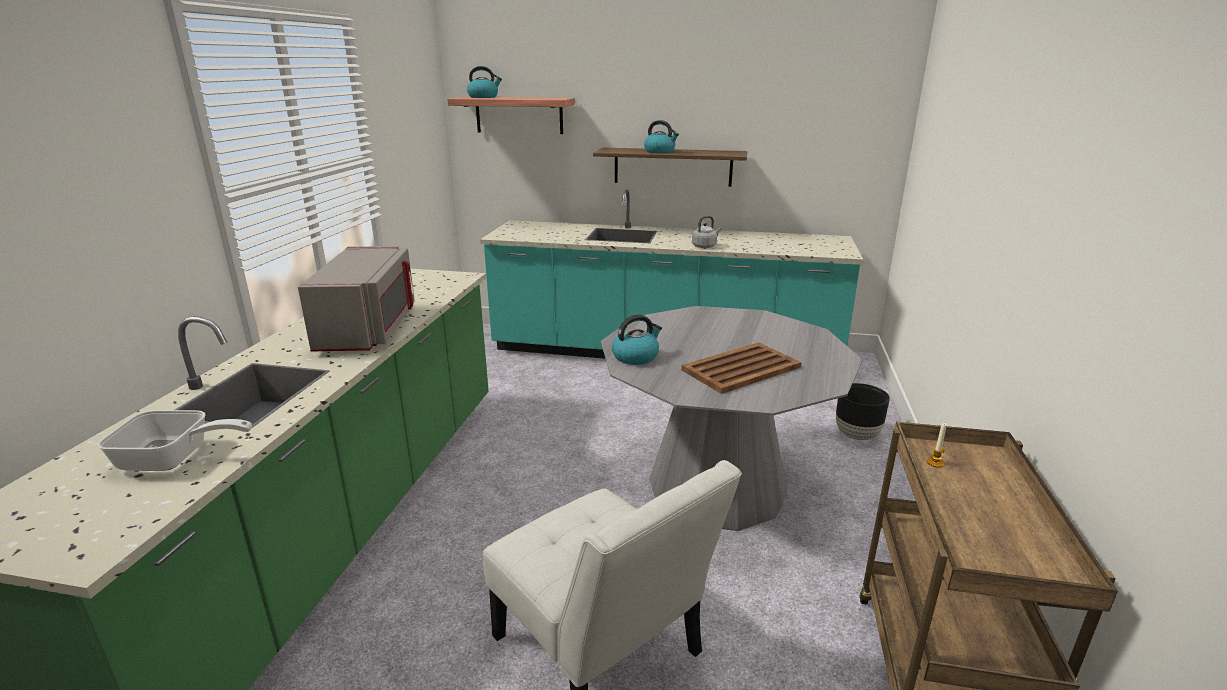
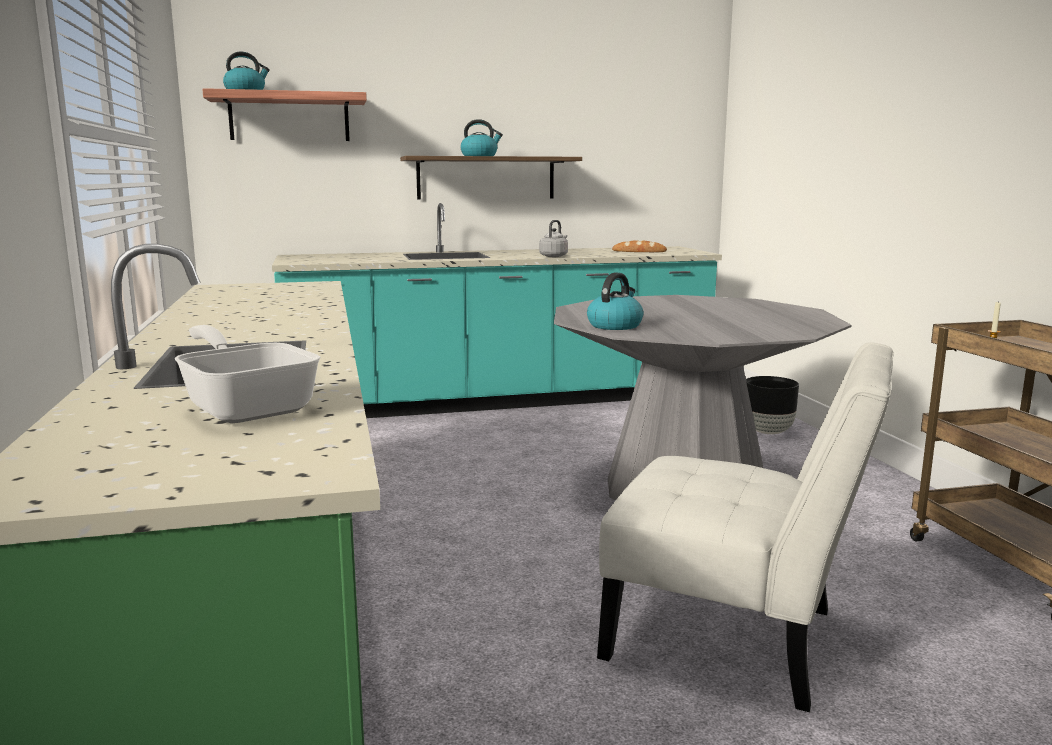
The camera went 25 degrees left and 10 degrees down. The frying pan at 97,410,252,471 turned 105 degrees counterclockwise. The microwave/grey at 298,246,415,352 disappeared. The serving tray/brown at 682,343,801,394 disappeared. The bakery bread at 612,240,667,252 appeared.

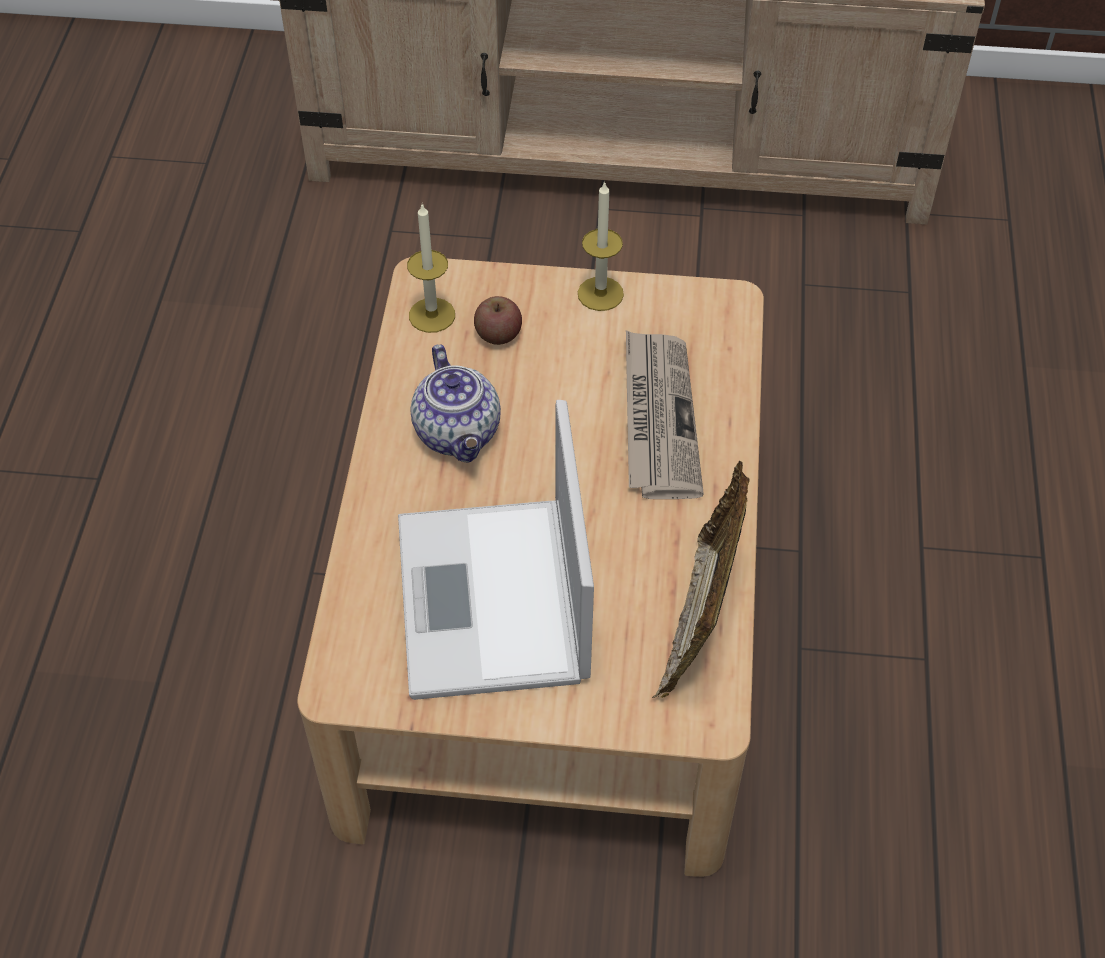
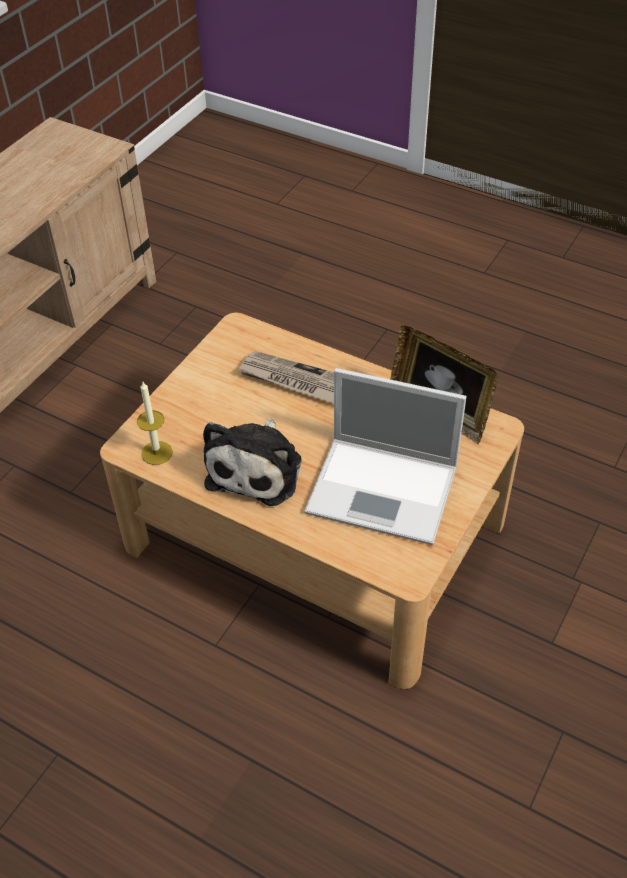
The camera went 65 degrees left and 5 degrees down. The pot for tea at 410,344,501,463 was replaced by the cuddly toy at 203,419,301,506. The whole apple at 474,296,522,345 disappeared. The wax light at 578,181,624,311 disappeared.

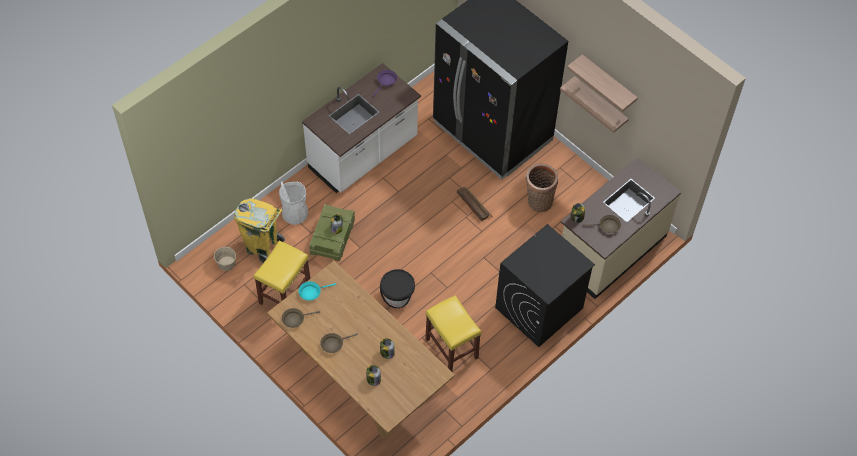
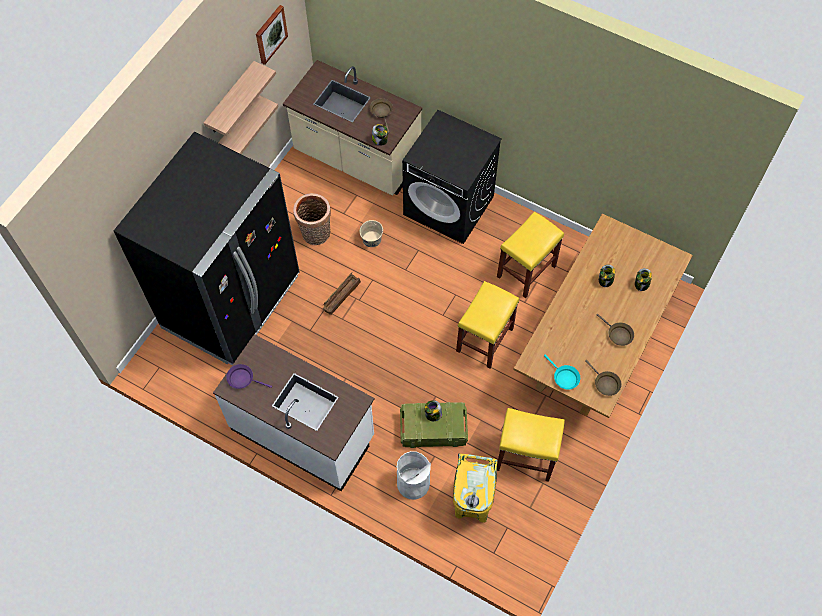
The camera went 105 degrees left and 5 degrees up. The water bucket/sand-coloured moved from 214,247,236,271 to 360,220,383,247. The water bucket/blackish at 380,269,415,308 was replaced by the stool/yellow at 456,281,519,368. The picture at 256,5,288,65 appeared.

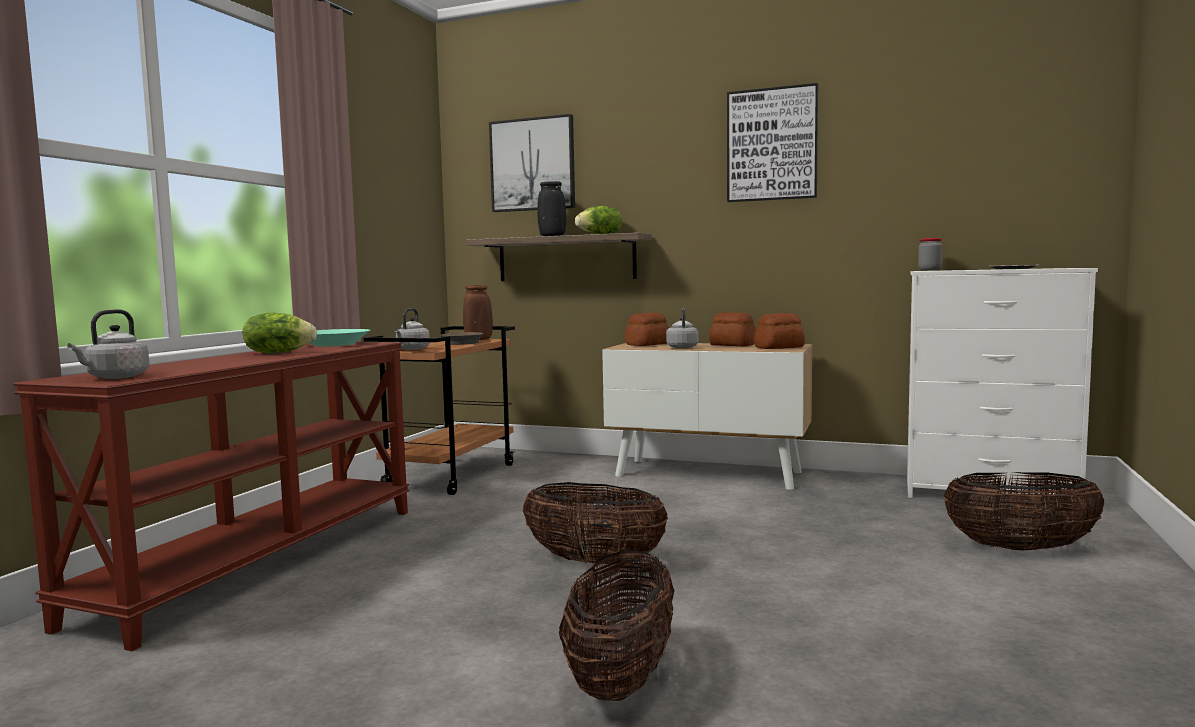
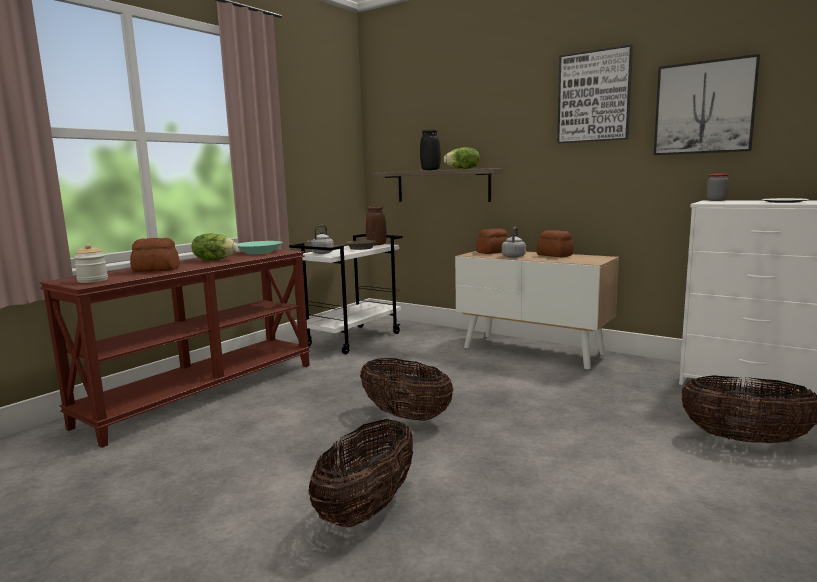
The camera went 15 degrees right and 5 degrees up. The tea kettle/grey at 67,309,150,379 was replaced by the preserve jar at 74,244,108,283. The trolley/brown at 364,326,515,495 became the trolley/white-coloured at 289,234,403,354. The picture moved from 489,114,575,212 to 654,54,760,155. The bakery bread moved from 754,313,805,349 to 130,238,180,272.

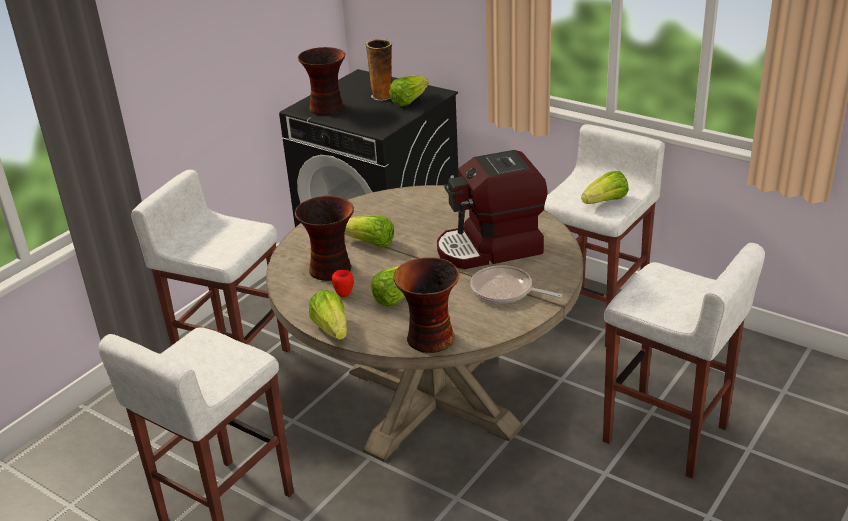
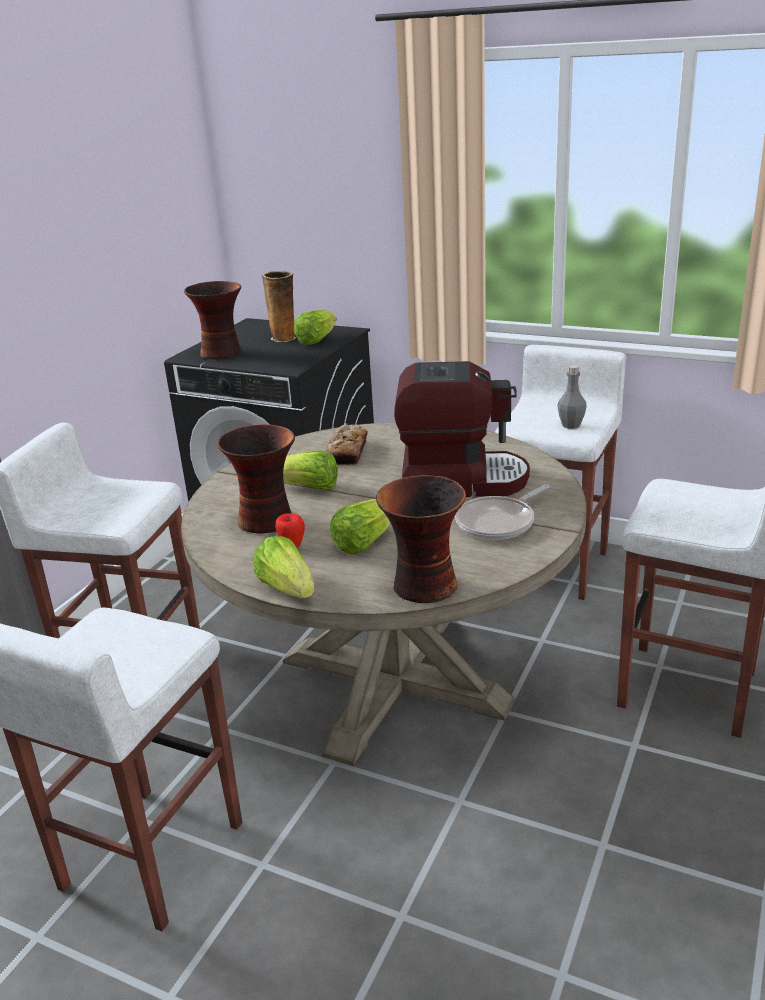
The camera went 10 degrees left and 5 degrees down. The coffee maker at 437,150,547,269 turned 150 degrees counterclockwise. The frying pan at 470,265,562,304 turned 60 degrees counterclockwise. The head of lettuce at 581,171,629,204 was replaced by the drink bottle/grey at 557,365,587,429. The bakery bread at 326,423,368,465 appeared.

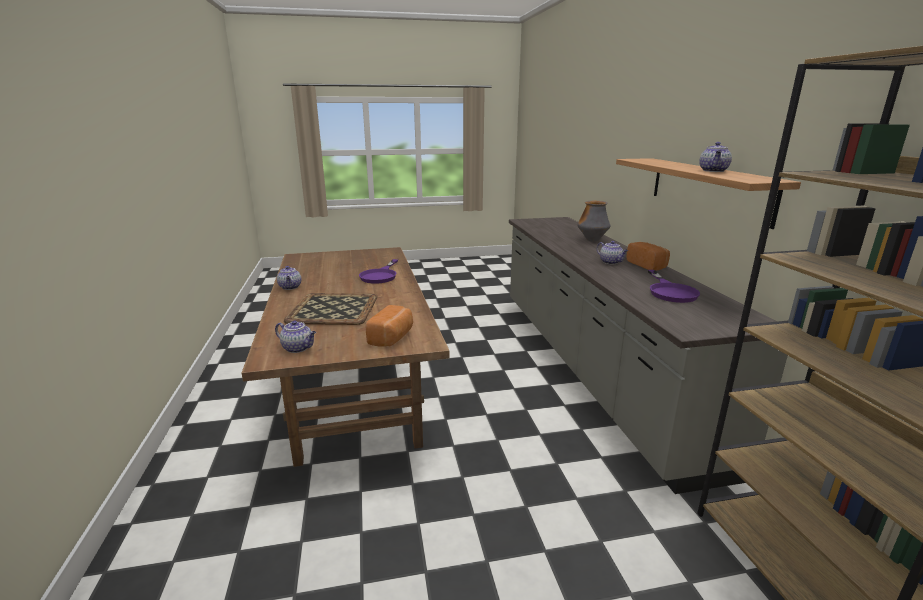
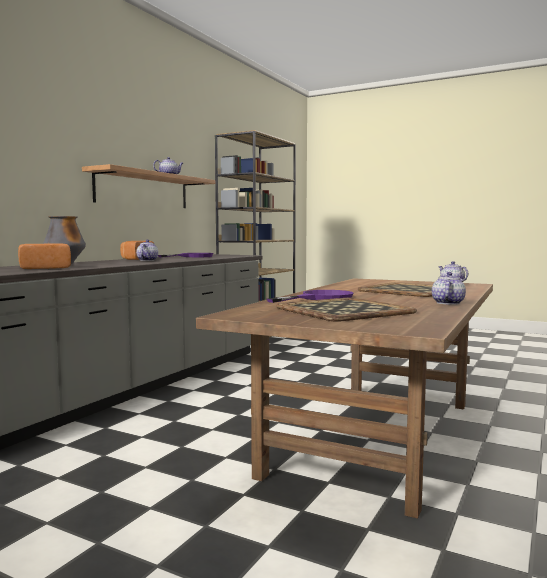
The camera went 140 degrees left and 15 degrees down. The bakery bread moved from 366,305,413,347 to 18,244,71,269. The serving tray at 276,298,417,322 appeared.

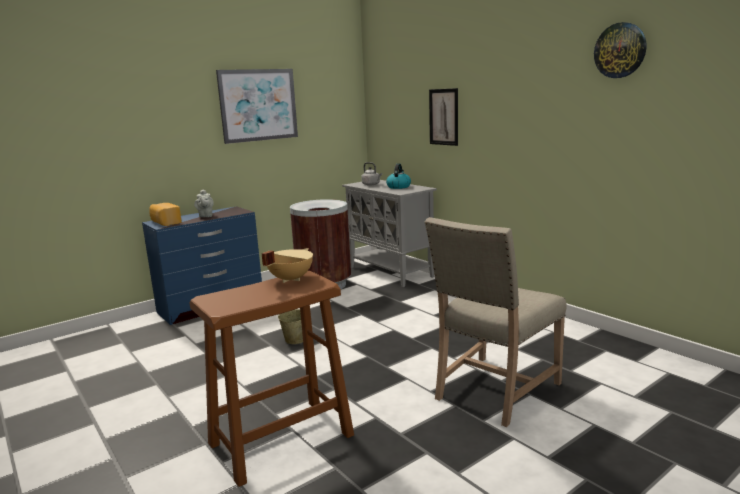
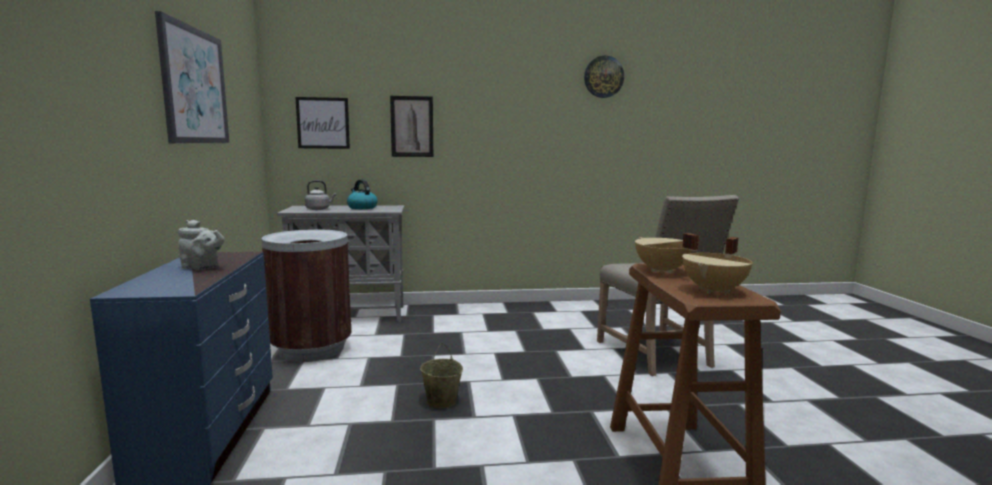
The camera went 60 degrees left and 5 degrees down. The bakery bread at 149,203,182,226 disappeared. The picture at 296,97,350,149 appeared. The saucepot/sand-coloured at 682,237,753,294 appeared.

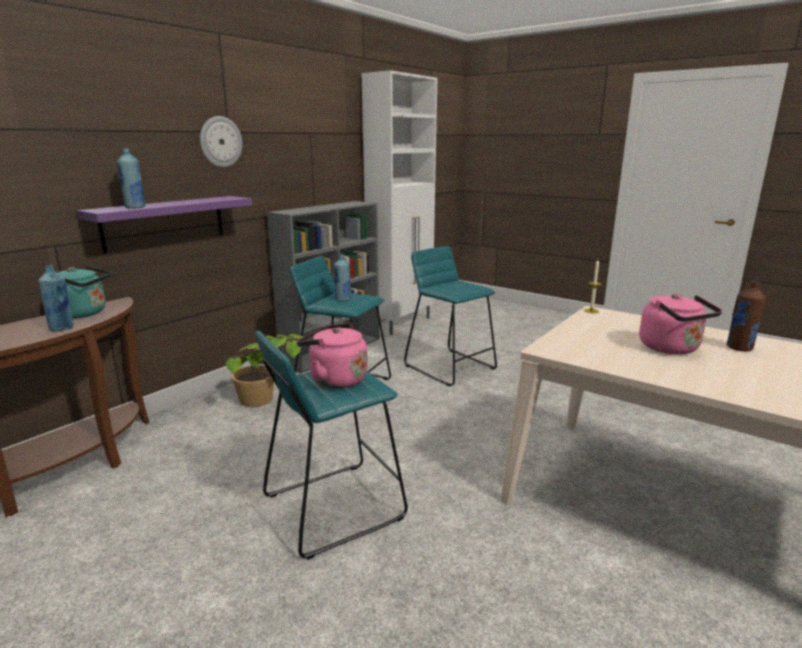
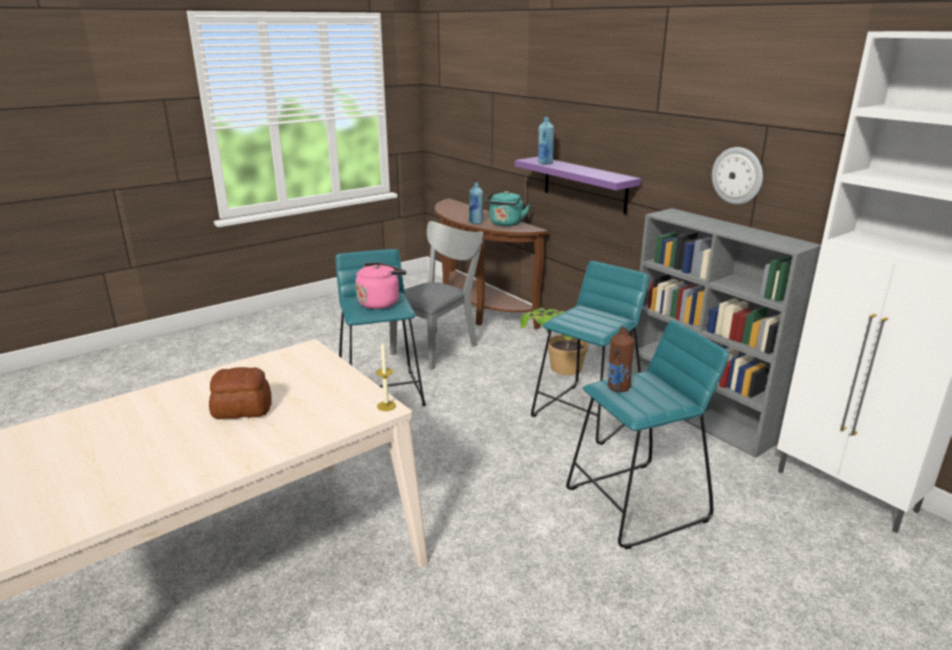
The camera went 105 degrees right and 5 degrees up. The wall clock moved from 200,116,242,167 to 712,147,763,204. The drink bottle/blue at 334,254,351,301 disappeared. The tea kettle/pink-coloured at 639,294,722,354 was replaced by the bakery bread at 209,367,272,419. The drink bottle/brown moved from 726,280,766,352 to 608,326,634,392. The plain chair/grey at 389,221,484,370 appeared.

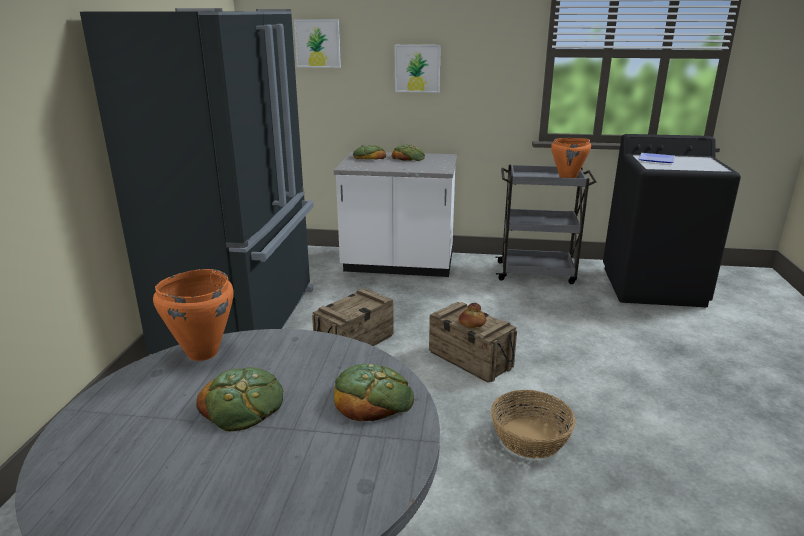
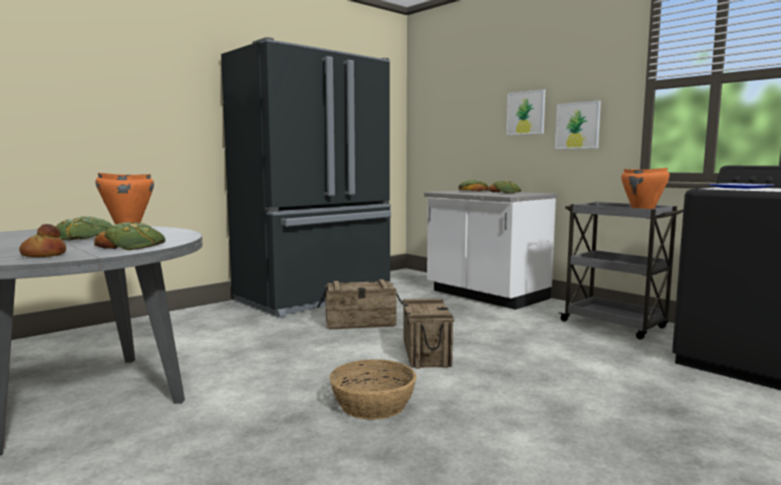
The camera went 40 degrees right and 15 degrees down. The picture moved from 294,20,341,68 to 555,101,601,149. The bakery bread moved from 459,303,486,328 to 19,224,66,257.

